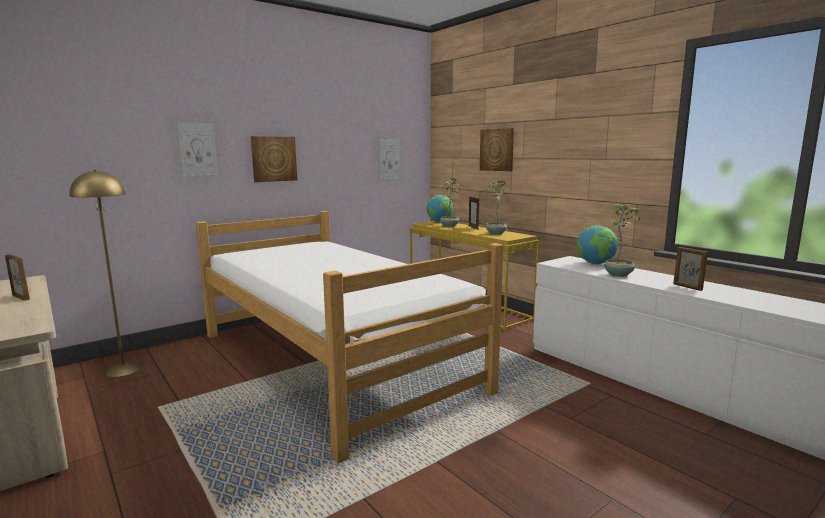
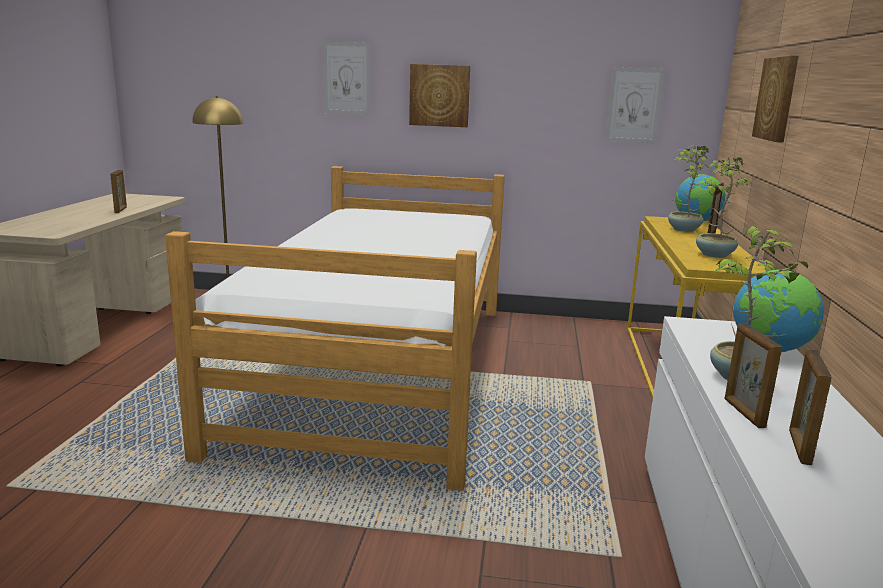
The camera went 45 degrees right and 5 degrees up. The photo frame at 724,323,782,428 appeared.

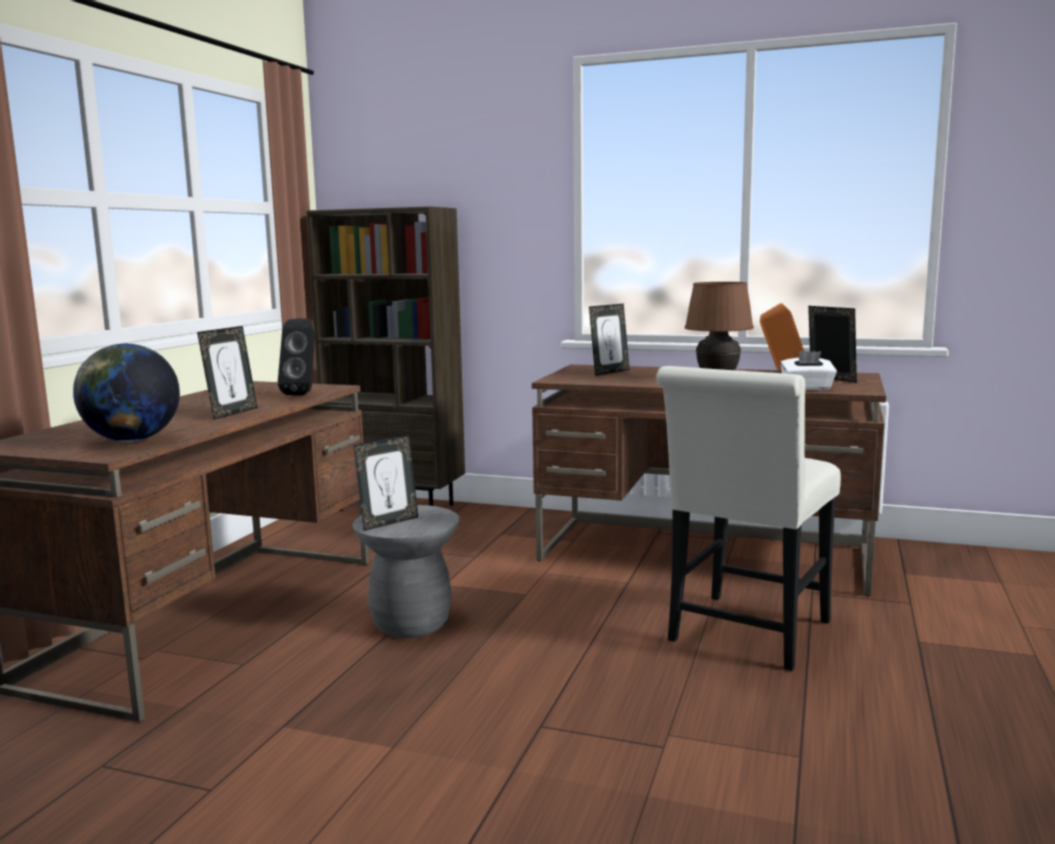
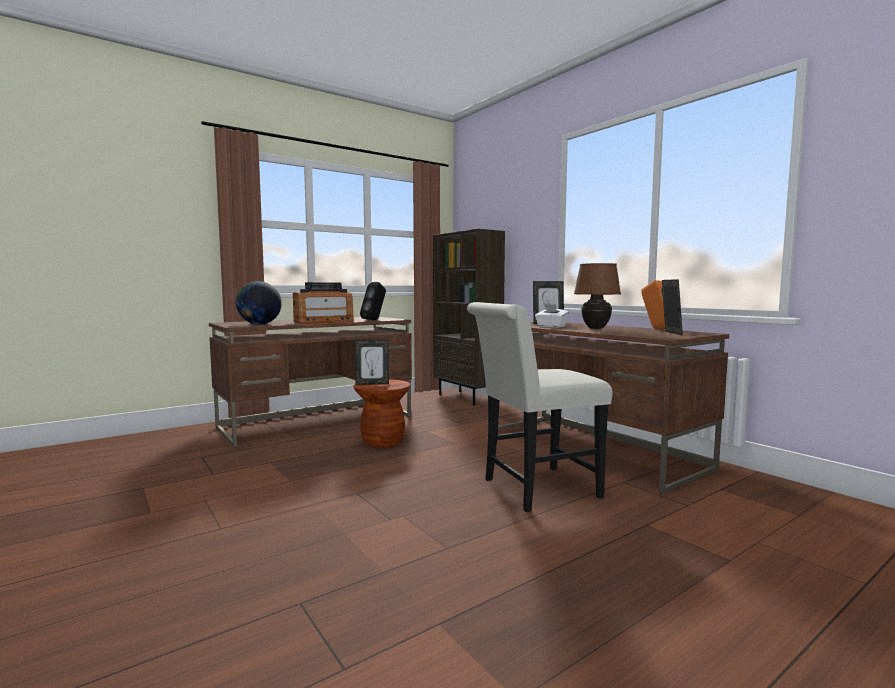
The camera went 35 degrees right and 5 degrees down. The photo frame at 197,326,257,420 was replaced by the radio receiver at 293,282,354,324. The stool/grey at 352,505,460,638 became the stool/brown at 353,379,411,447. The tissue box/white-coloured moved from 780,351,837,390 to 535,304,569,328.

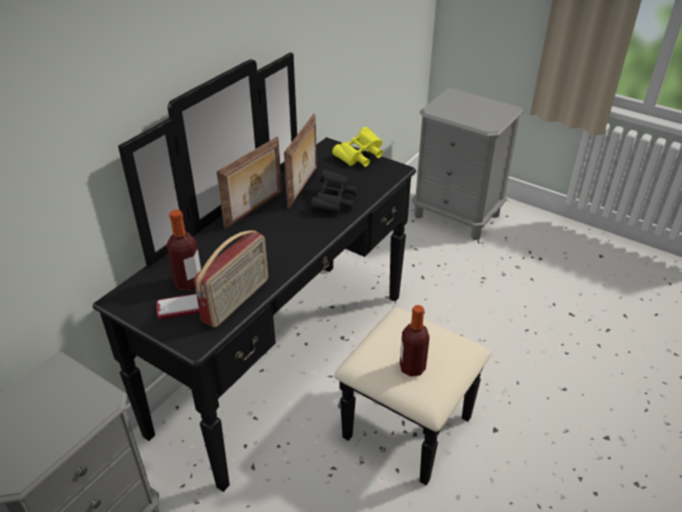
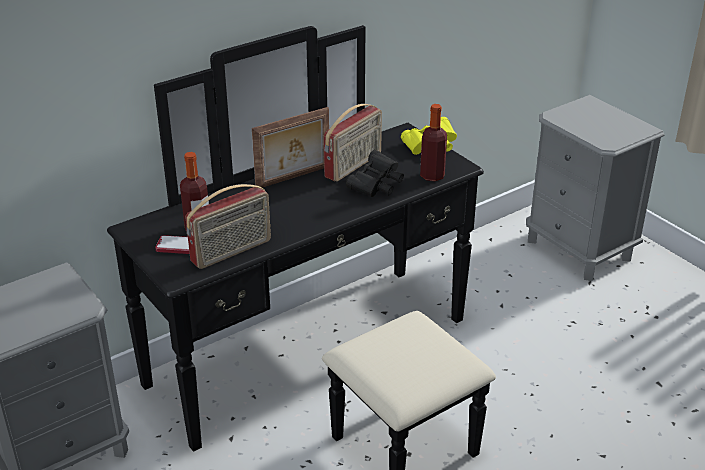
The camera went 20 degrees right and 5 degrees down. The photo frame at 284,114,317,209 was replaced by the radio receiver at 324,104,382,182. The drink bottle moved from 400,305,430,377 to 420,104,447,181.

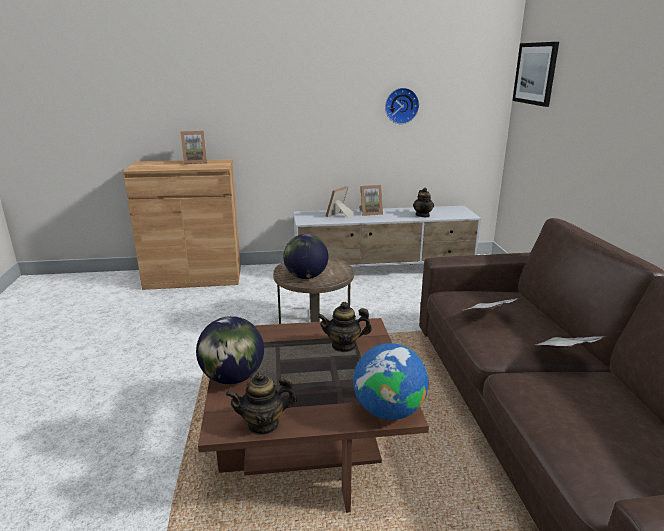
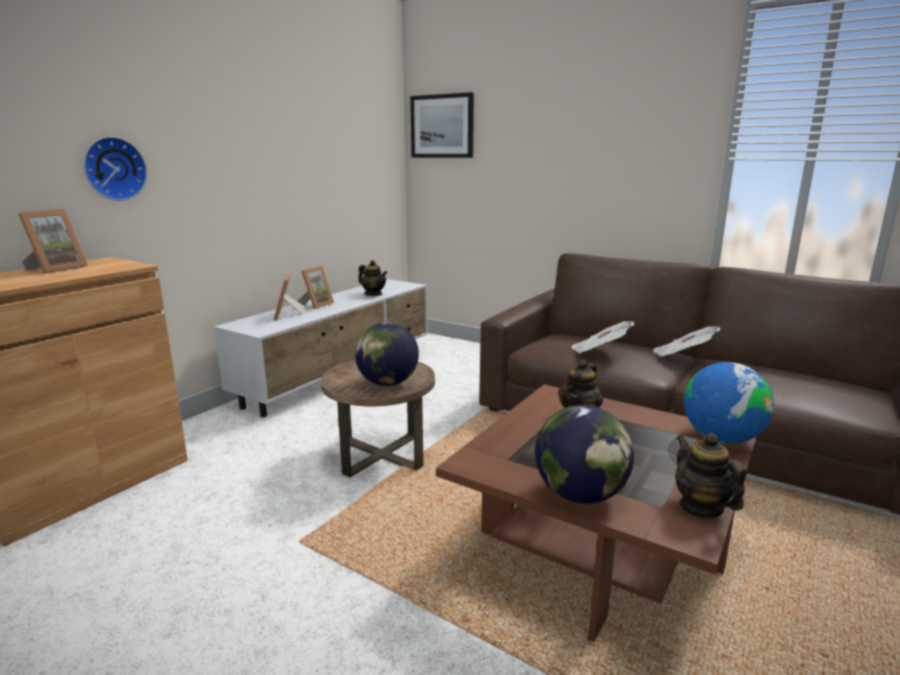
The camera went 50 degrees left and 5 degrees down. The pot for tea at 226,372,297,435 turned 135 degrees clockwise. The wall clock moved from 385,88,419,124 to 84,137,147,201.

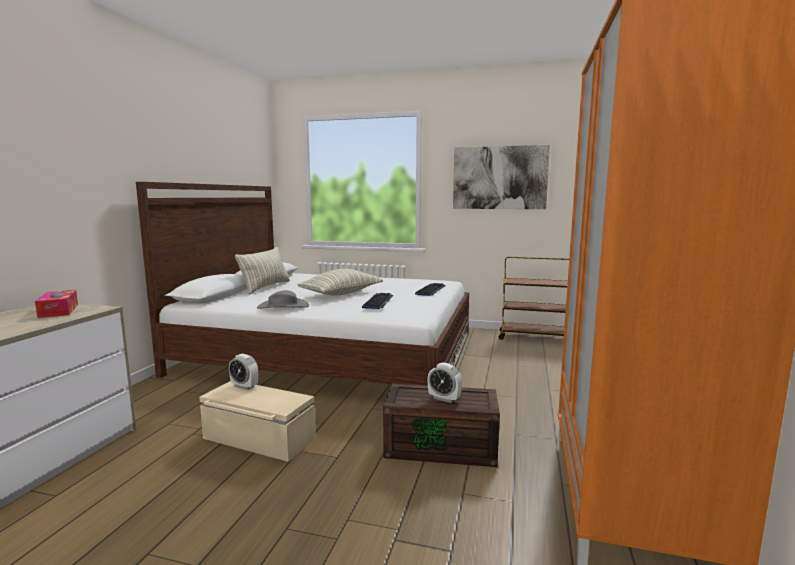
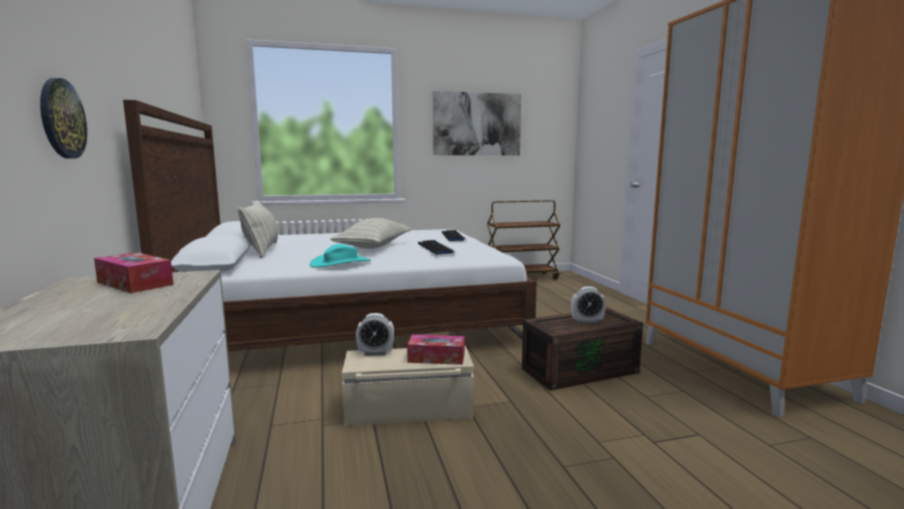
The camera went 30 degrees left and 0 degrees up. The clothing hat/grey at 257,290,309,309 became the clothing hat/turquoise at 310,244,371,268. The wall clock at 40,78,87,158 appeared. The tissue box at 407,335,465,365 appeared.

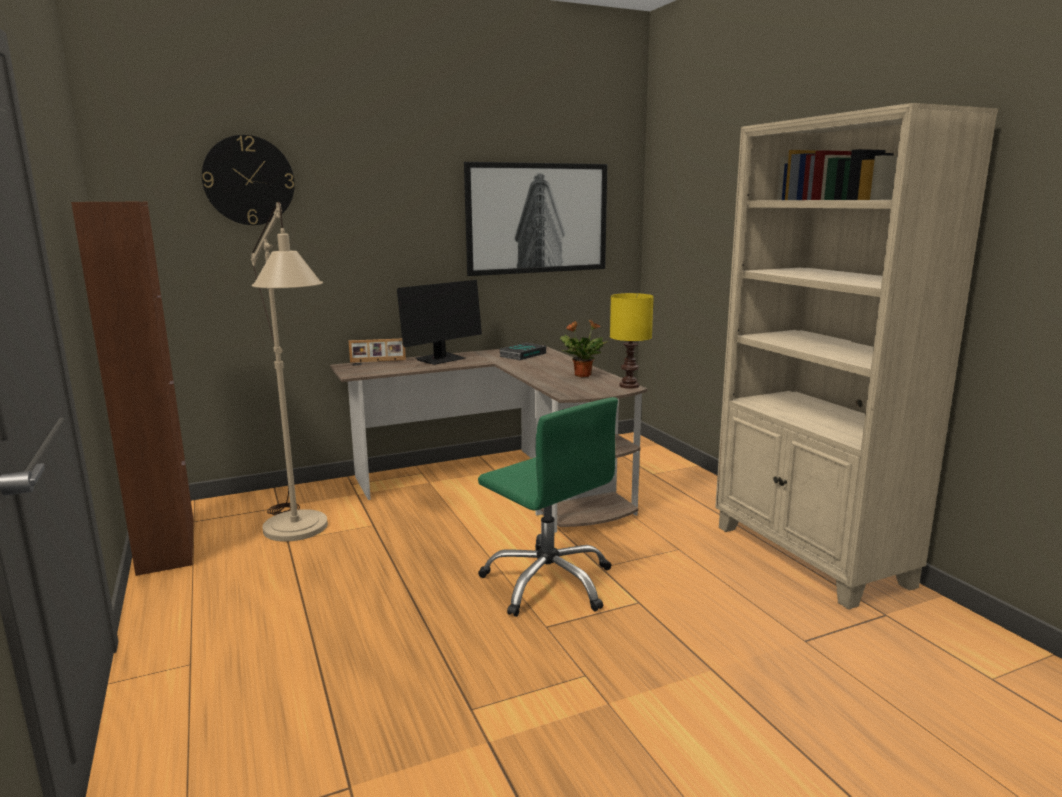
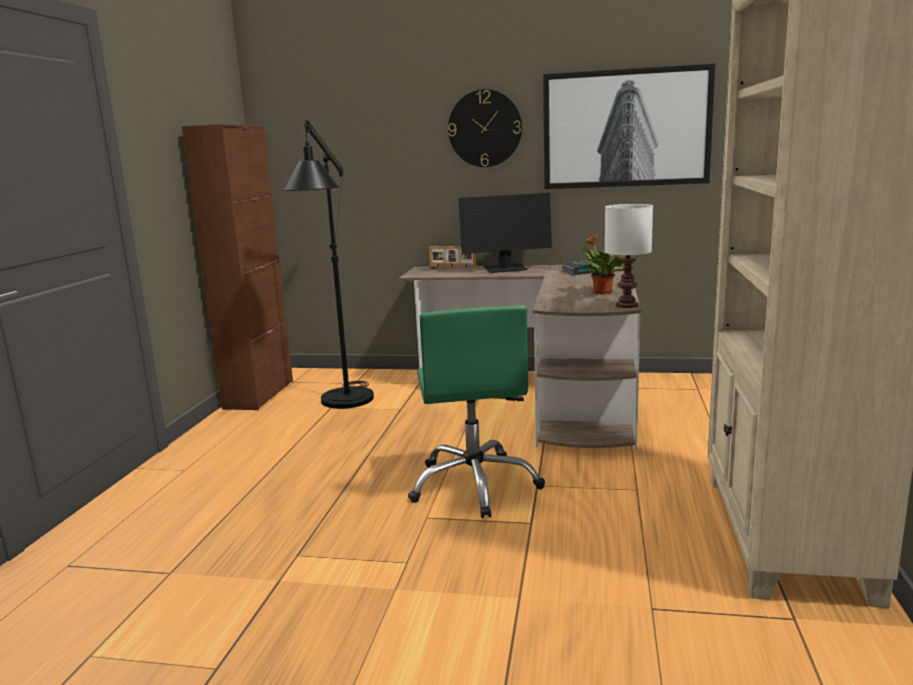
The camera went 35 degrees right and 0 degrees up. The wall clock moved from 202,135,295,225 to 448,89,522,167. The standard lamp/sand-coloured at 251,202,328,542 became the standard lamp/blackish at 283,119,374,409. The tabletop lamp/yellow at 610,293,654,388 became the tabletop lamp/white-coloured at 605,204,653,308.

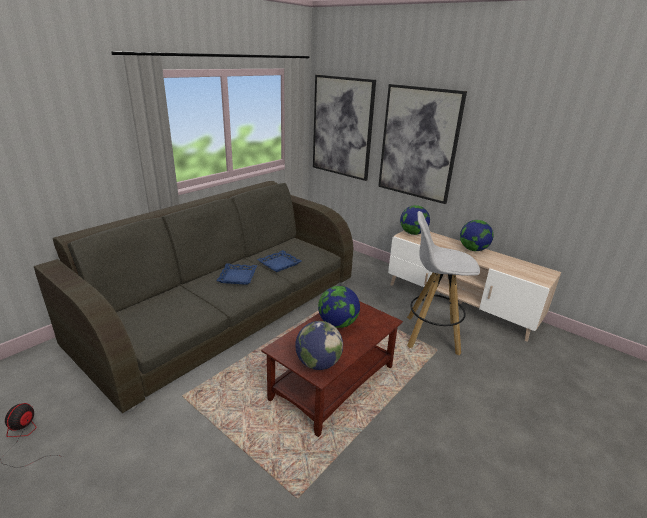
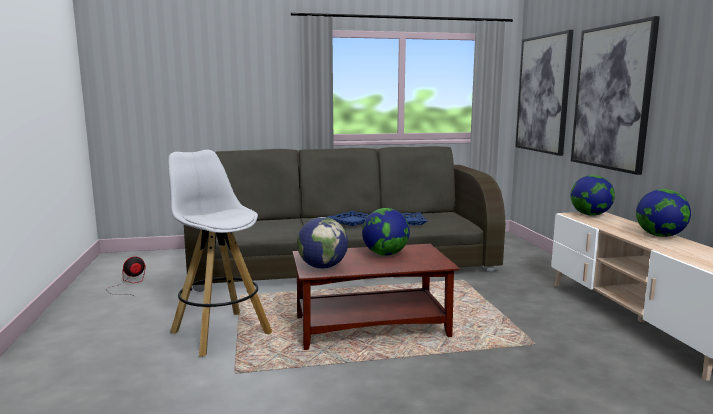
The camera went 40 degrees right and 15 degrees down. The stool/white-coloured moved from 407,211,480,355 to 168,150,272,357.

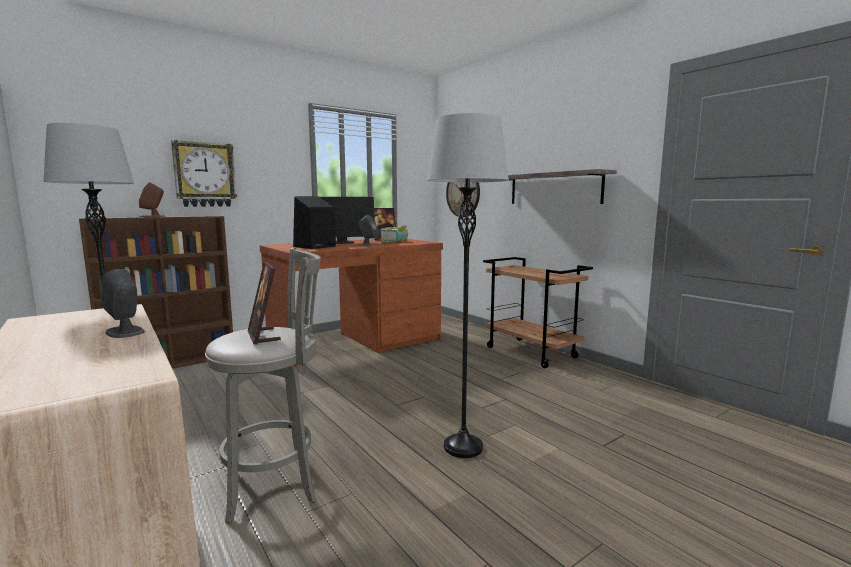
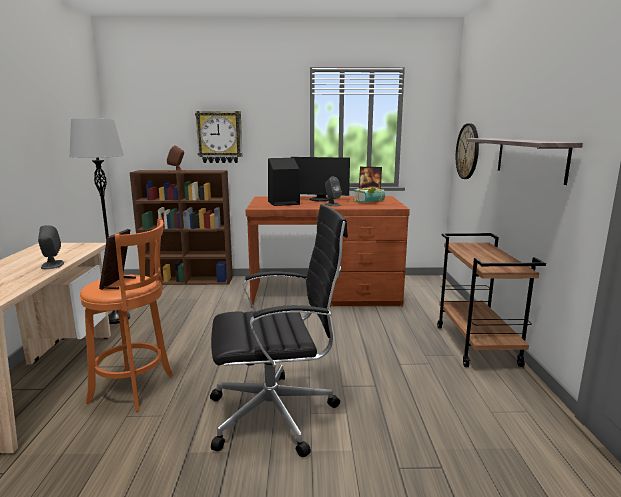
The camera went 35 degrees right and 5 degrees up. The stool/grey at 205,248,321,524 became the stool/orangey at 79,218,173,412. The standard lamp/grey at 427,113,509,458 was replaced by the desk chair/blackish at 210,204,348,457.

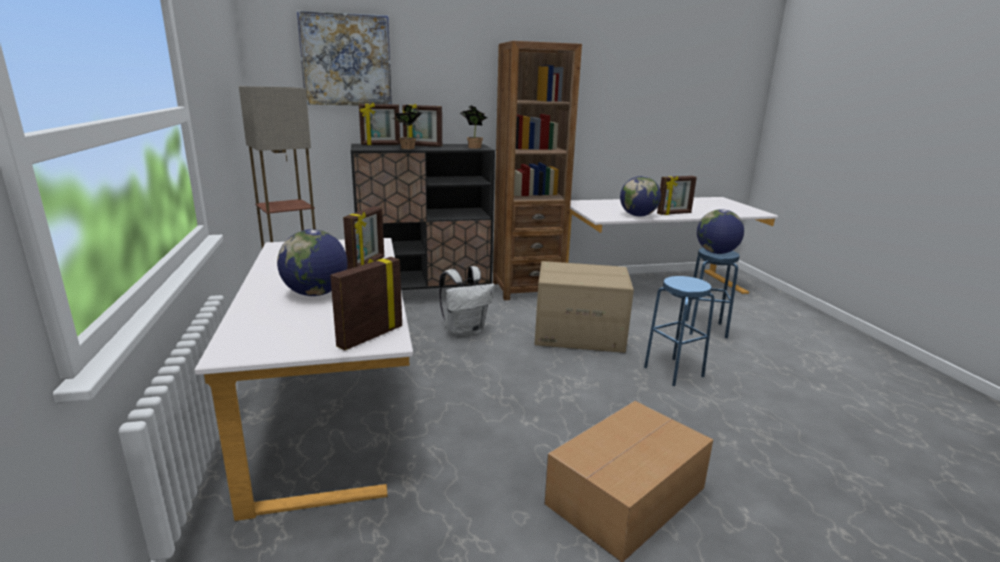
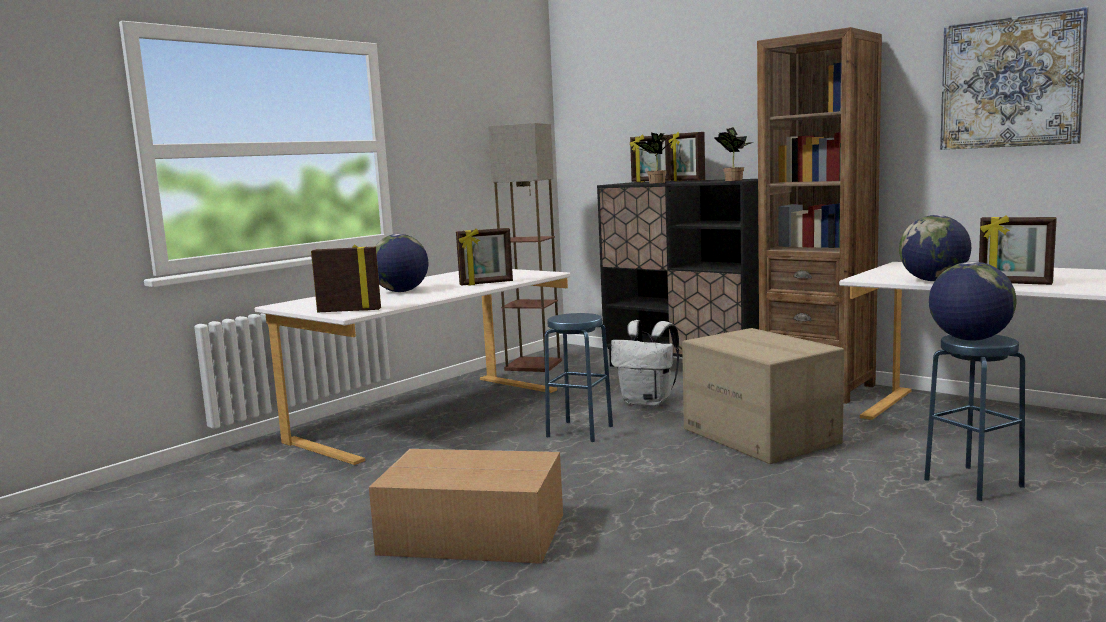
The camera went 55 degrees right and 10 degrees down. The picture moved from 297,11,392,106 to 940,7,1089,150. The stool/blue moved from 644,276,714,386 to 544,313,613,442.

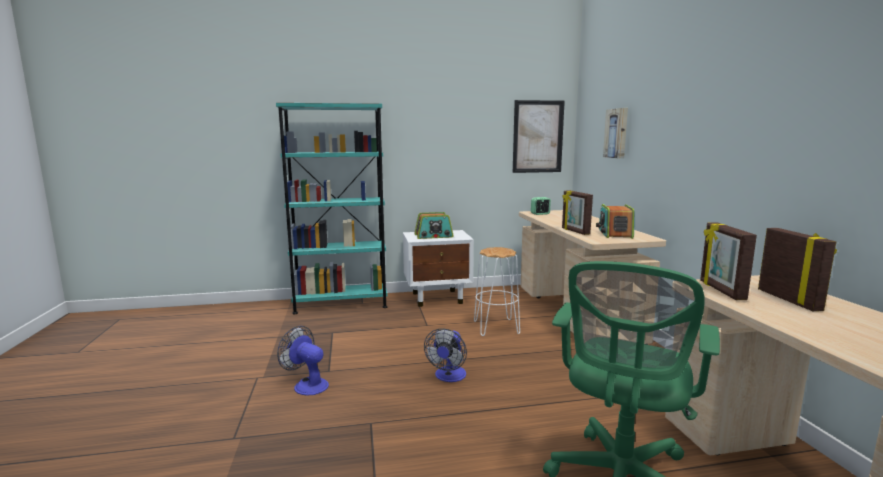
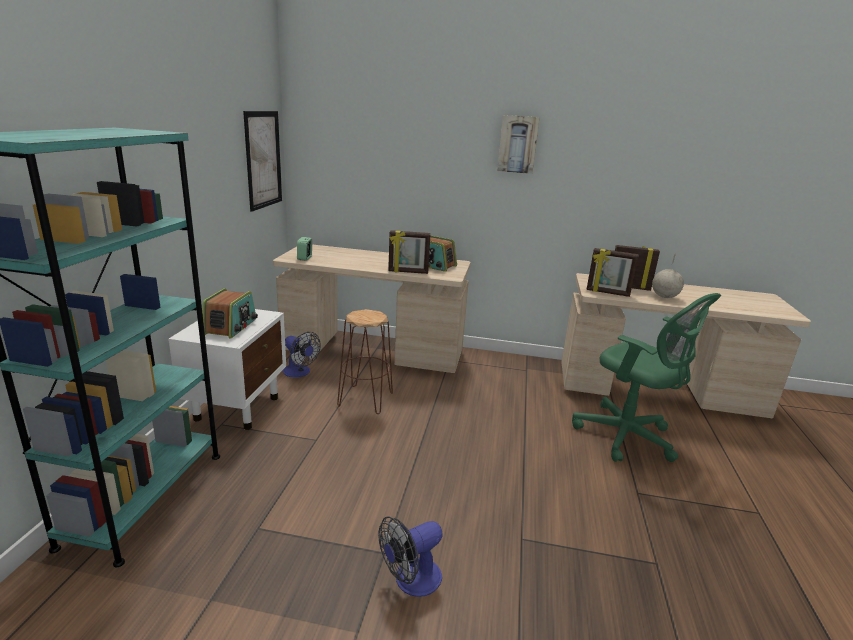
The camera went 70 degrees left and 10 degrees up. The cooling fan moved from 424,328,467,382 to 283,332,320,377. The stool/white-coloured at 474,247,520,336 became the stool/brown at 337,309,393,414. The picture moved from 603,108,628,159 to 497,115,540,174. The globe at 652,253,684,298 appeared.

